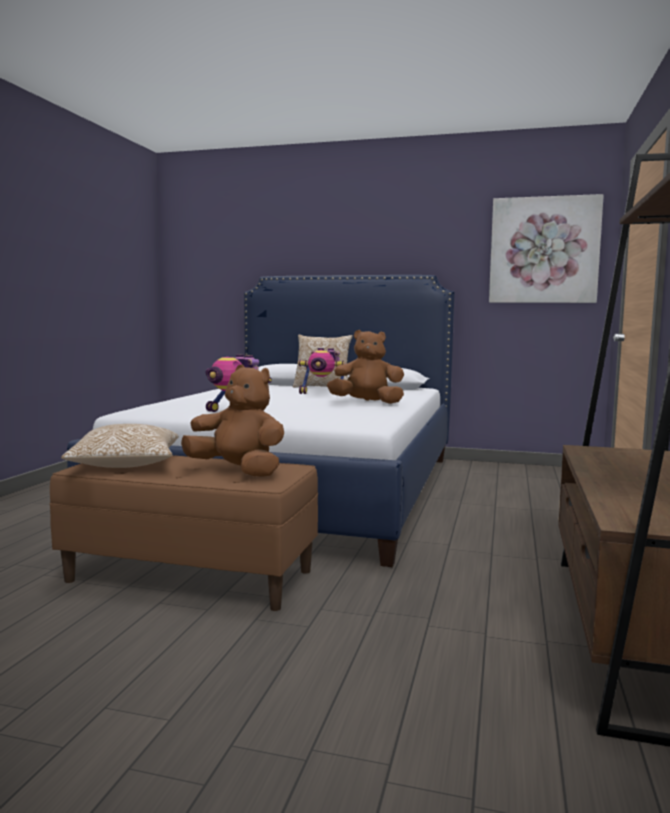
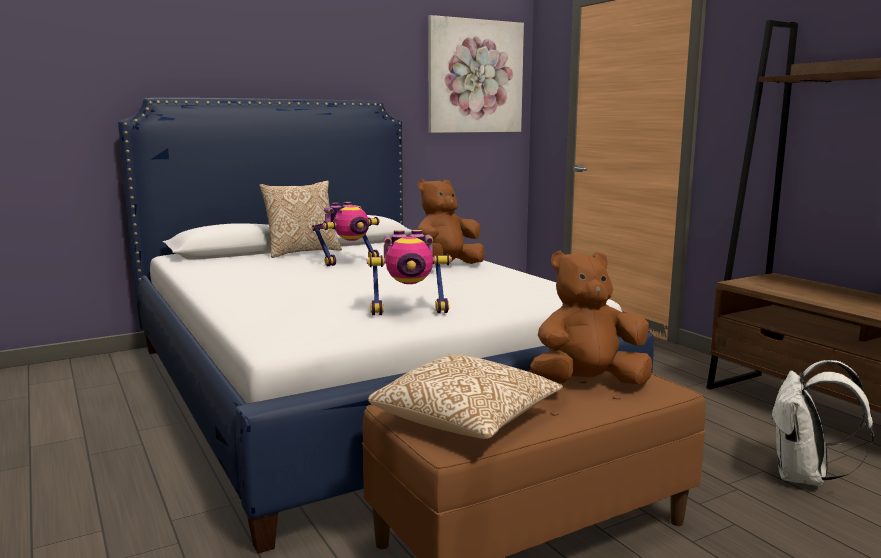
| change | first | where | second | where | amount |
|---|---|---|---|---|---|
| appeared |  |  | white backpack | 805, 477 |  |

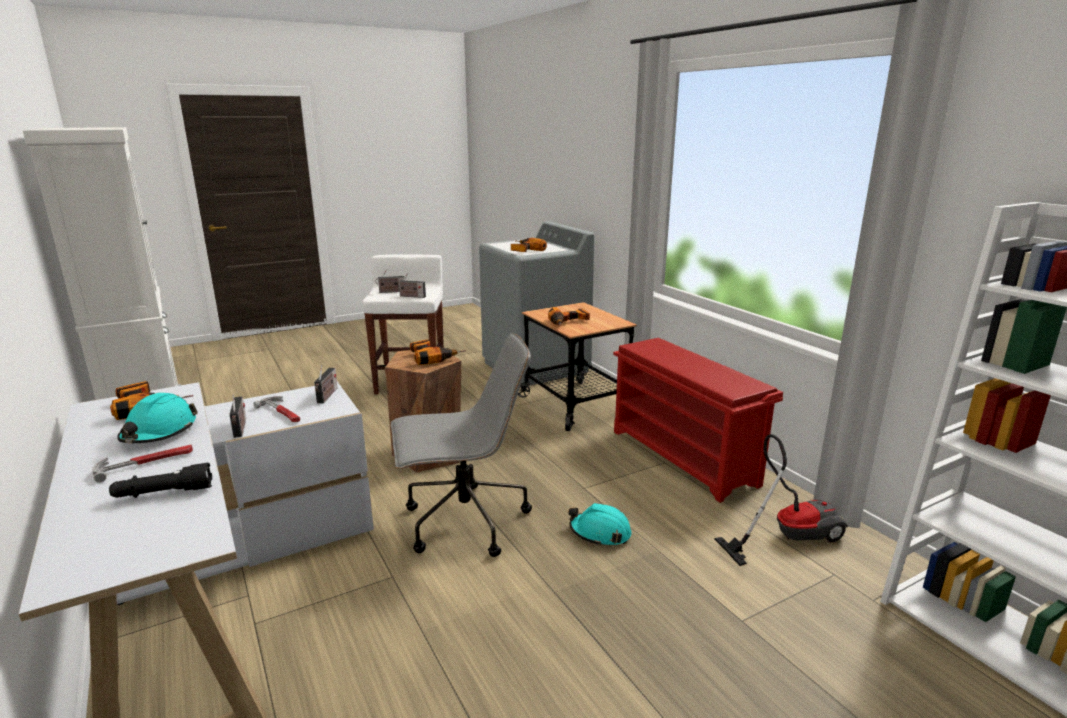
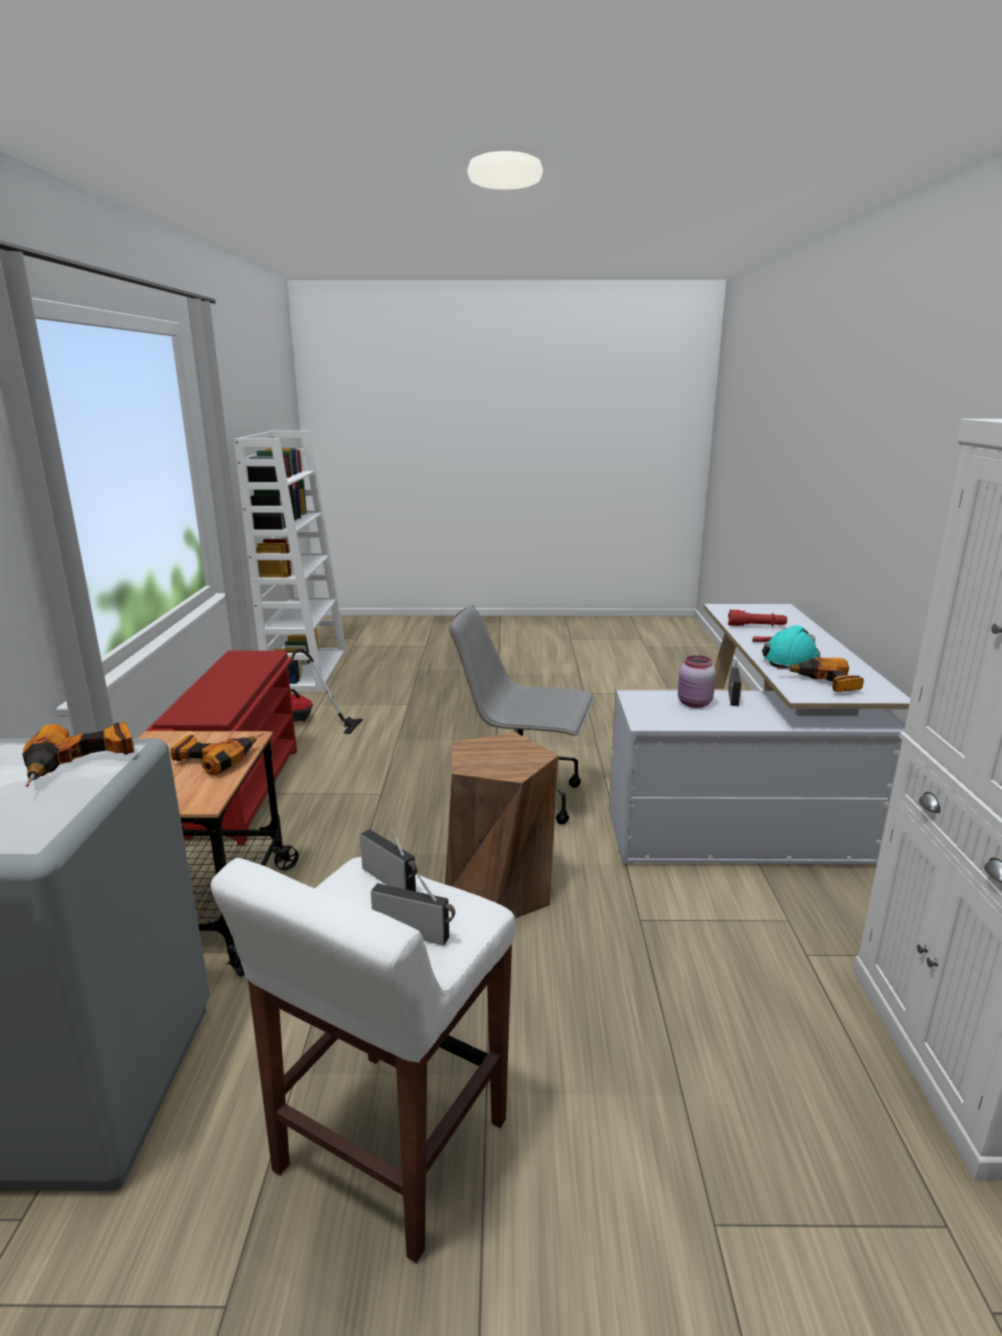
| change | first | where | second | where | amount |
|---|---|---|---|---|---|
| missing | radio | 327, 396 |  |  |  |
| missing | power drill | 433, 357 |  |  |  |
| missing | turquoise hard hat | 600, 533 |  |  |  |
| exchanged | hammer | 282, 412 | pink jar | 694, 704 |  |
| colour | black flashlight | 164, 493 | red flashlight | 756, 626 |  |

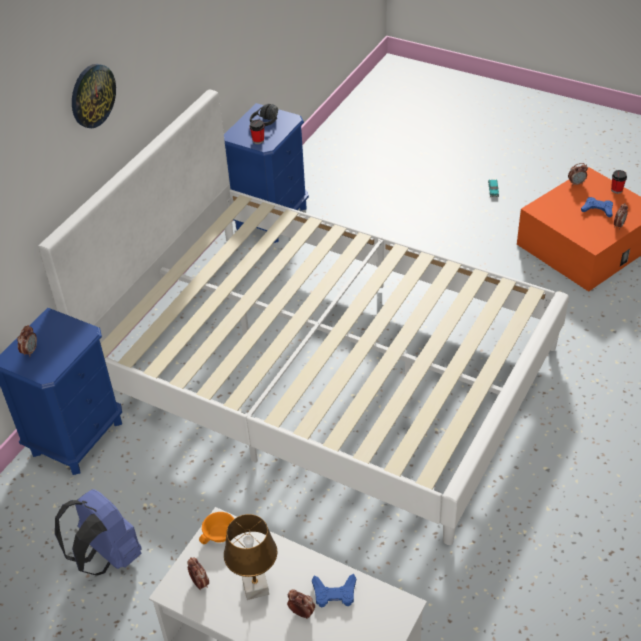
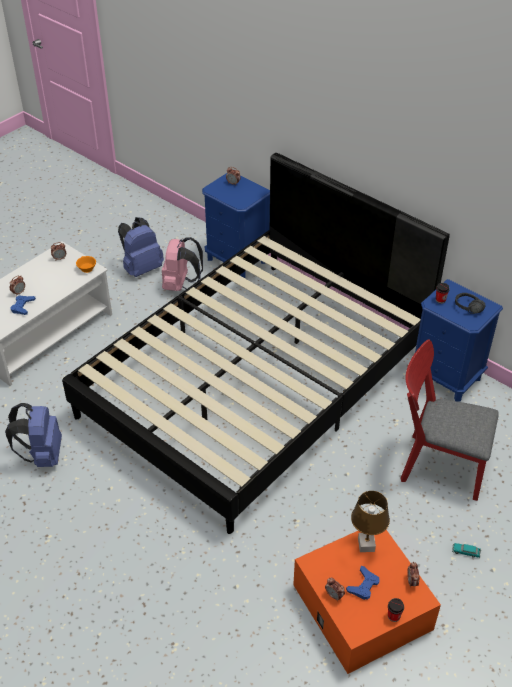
| change | first | where | second | where | amount |
|---|---|---|---|---|---|
| missing | wall clock | 92, 95 |  |  |  |
| appeared |  |  | blue backpack | 42, 455 |  |
| appeared |  |  | pink backpack | 181, 285 |  |
| appeared |  |  | red chair | 436, 465 |  |
| relocated | brown table lamp | 256, 588 |  | 366, 545 |  |
| colour | white bed | 323, 368 | black bed | 256, 381 |  |

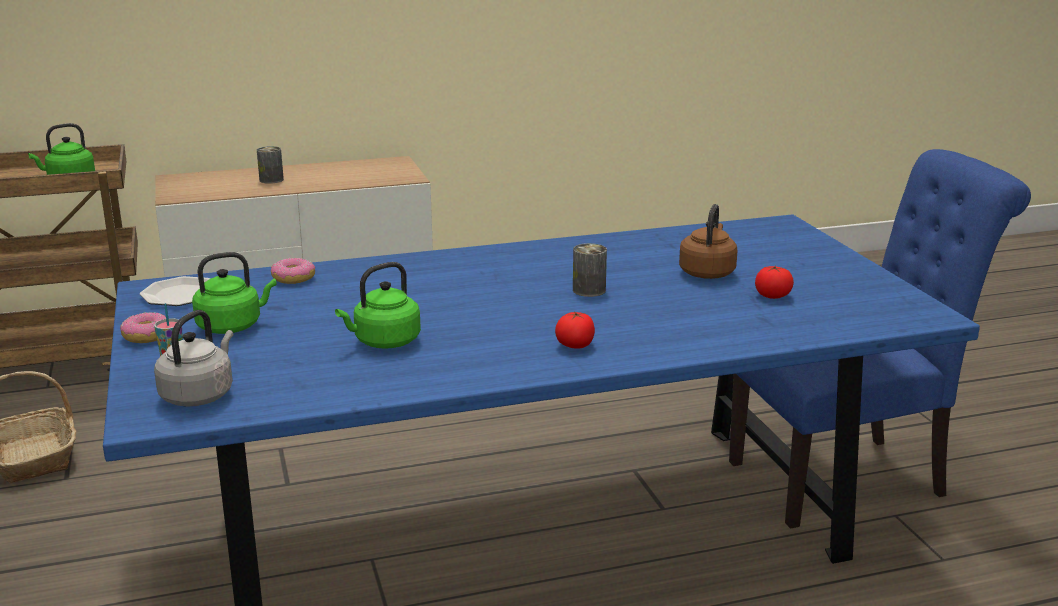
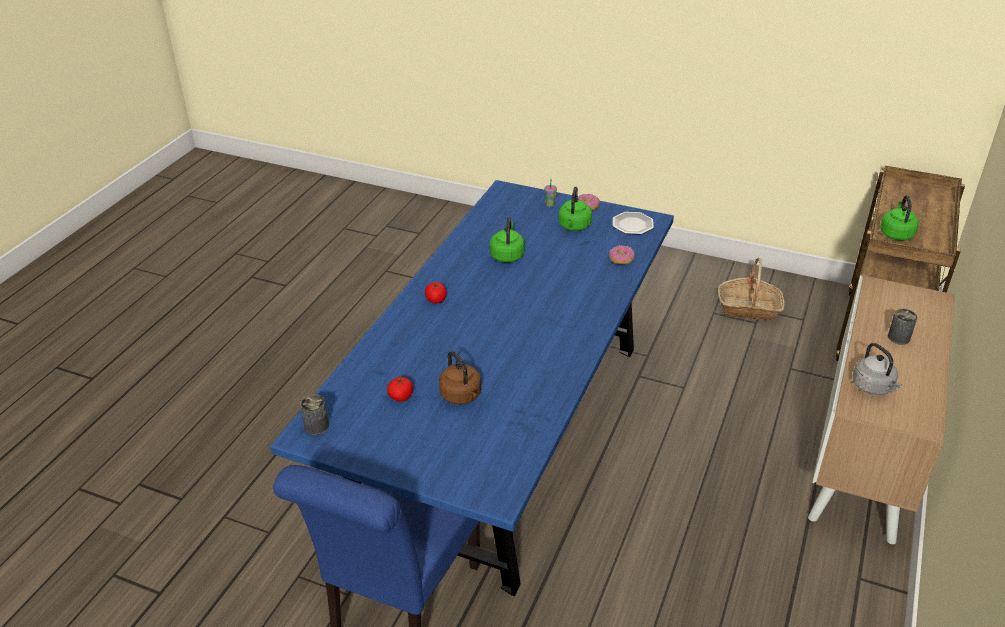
| change | first | where | second | where | amount |
|---|---|---|---|---|---|
| relocated | grey kettle | 199, 395 |  | 874, 387 |  |
| relocated | can | 589, 290 |  | 316, 426 |  |

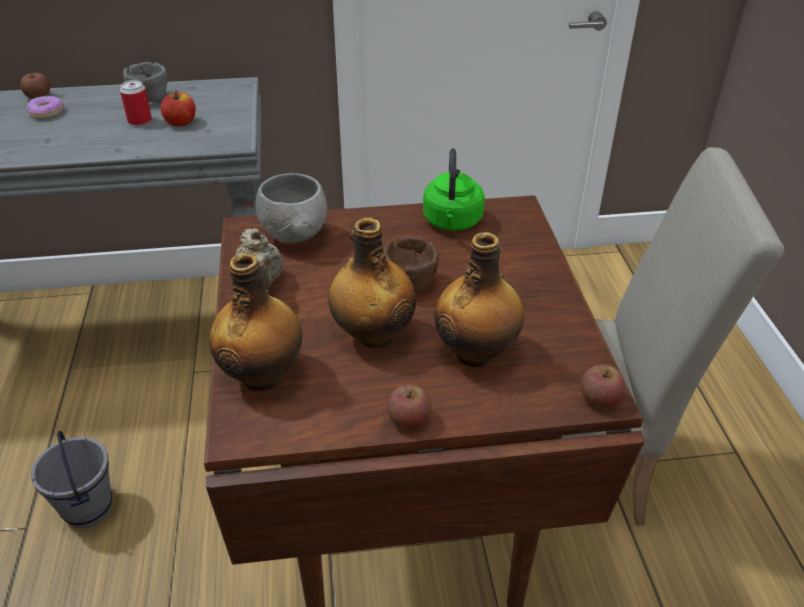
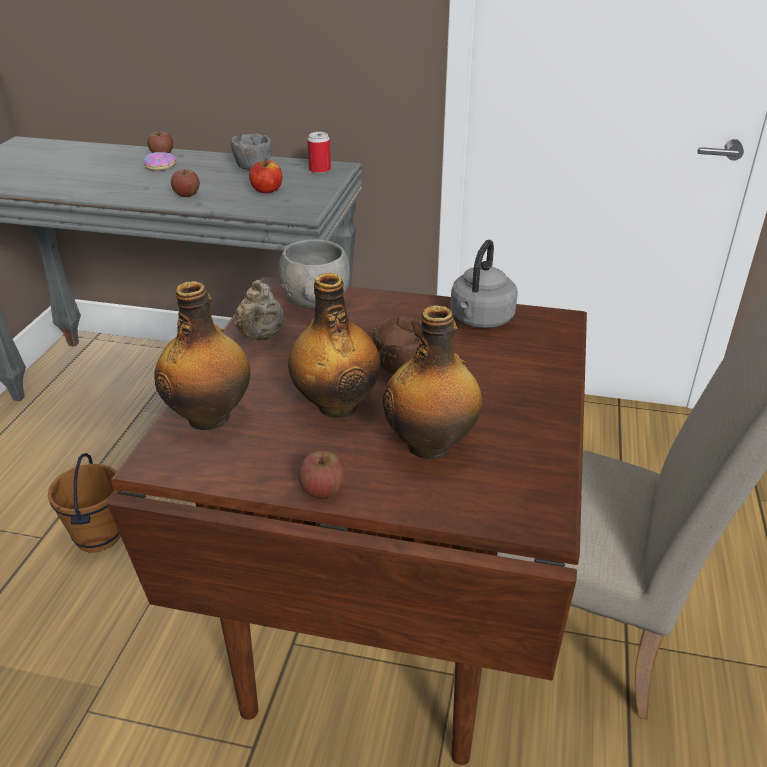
| change | first | where | second | where | amount |
|---|---|---|---|---|---|
| relocated | can | 140, 121 |  | 320, 170 |  |
| relocated | apple | 599, 398 |  | 187, 194 |  |
| colour | grey bucket | 89, 508 | brown bucket | 99, 536 |  |
| colour | green kettle | 452, 222 | grey kettle | 480, 320 |  |

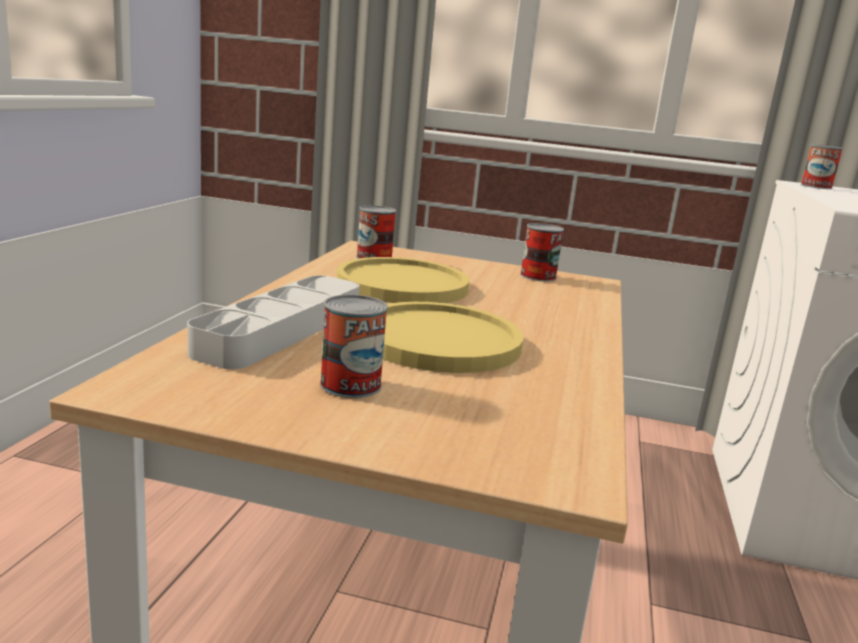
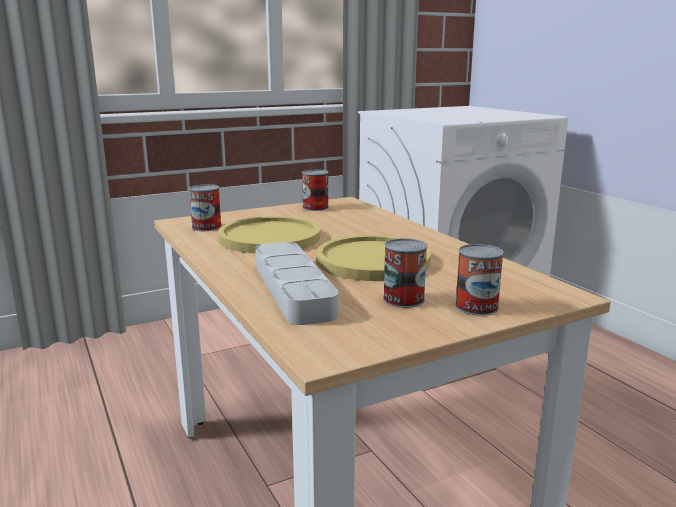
| change | first | where | second | where | amount |
|---|---|---|---|---|---|
| relocated | can | 816, 186 |  | 476, 306 |  |

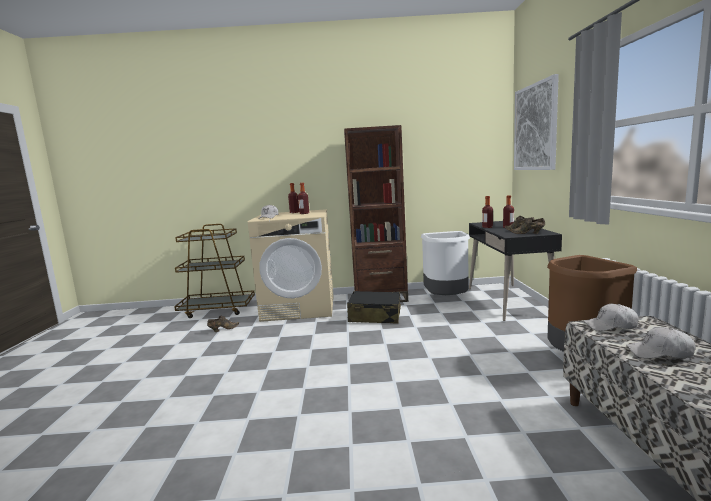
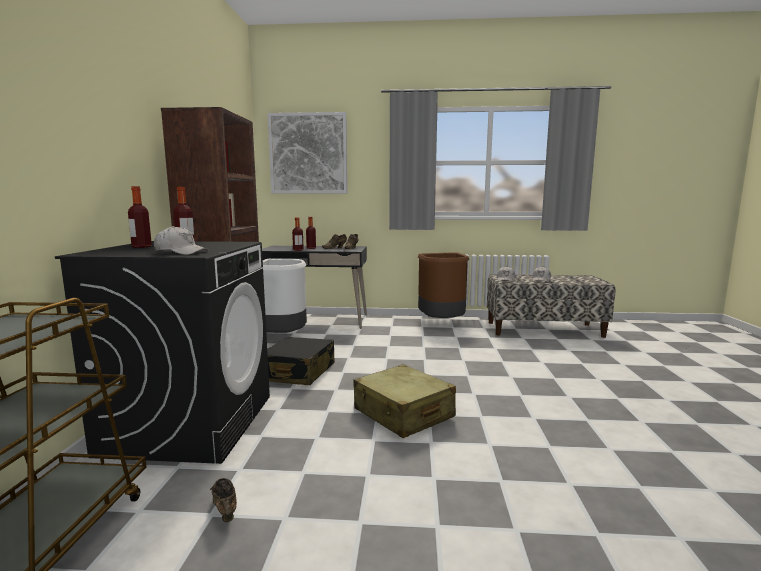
| change | first | where | second | where | amount |
|---|---|---|---|---|---|
| appeared |  |  | beige suitcase | 403, 413 |  |
| colour | beige washing machine | 299, 307 | black washing machine | 190, 423 |  |

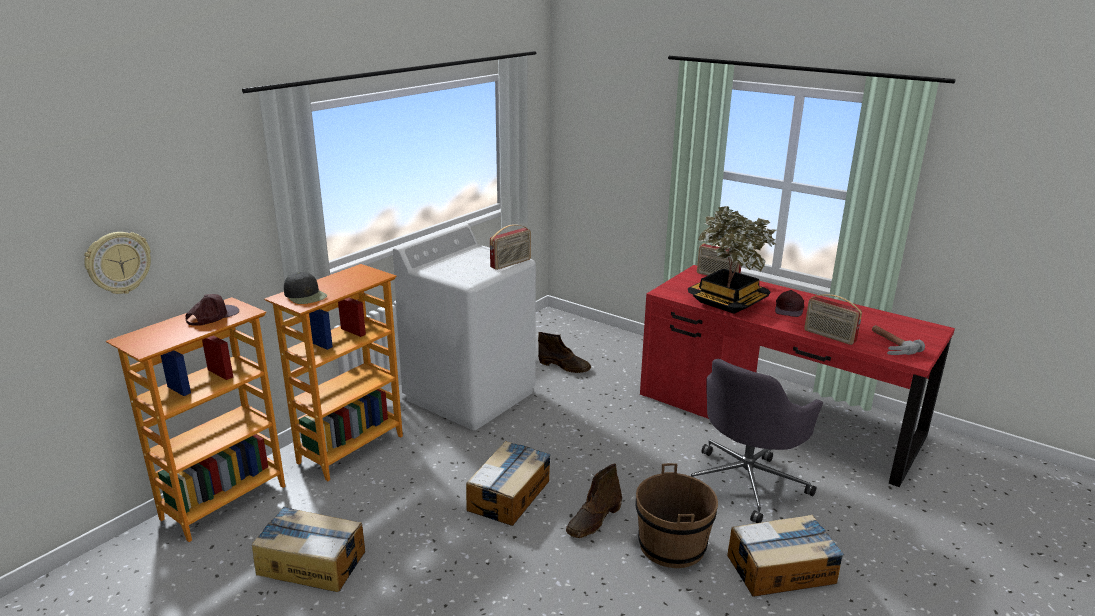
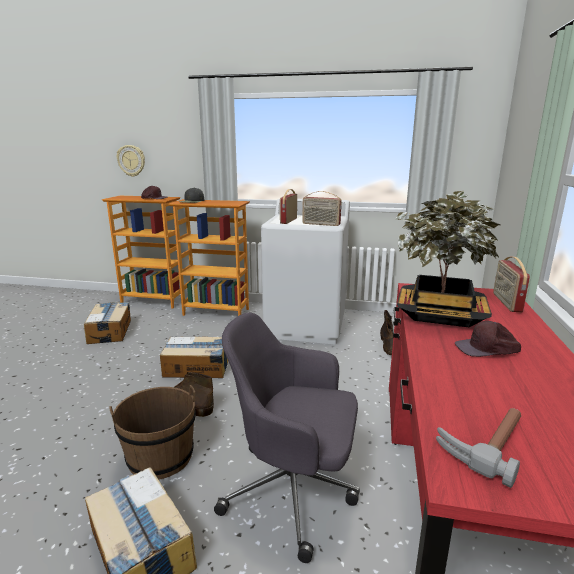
| change | first | where | second | where | amount |
|---|---|---|---|---|---|
| relocated | radio | 829, 336 |  | 288, 220 |  |

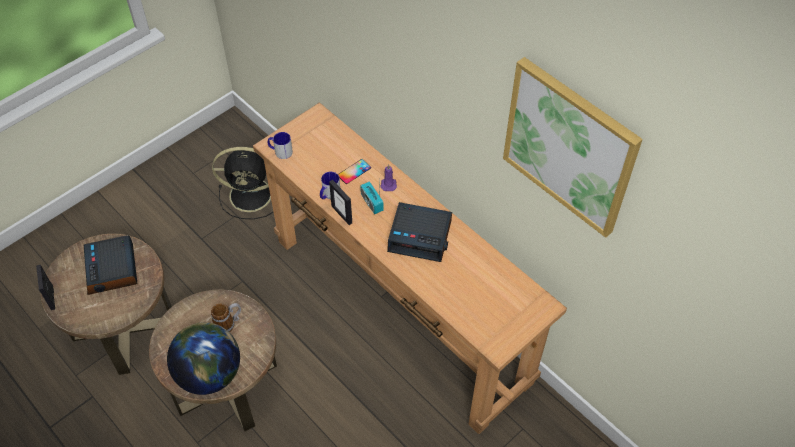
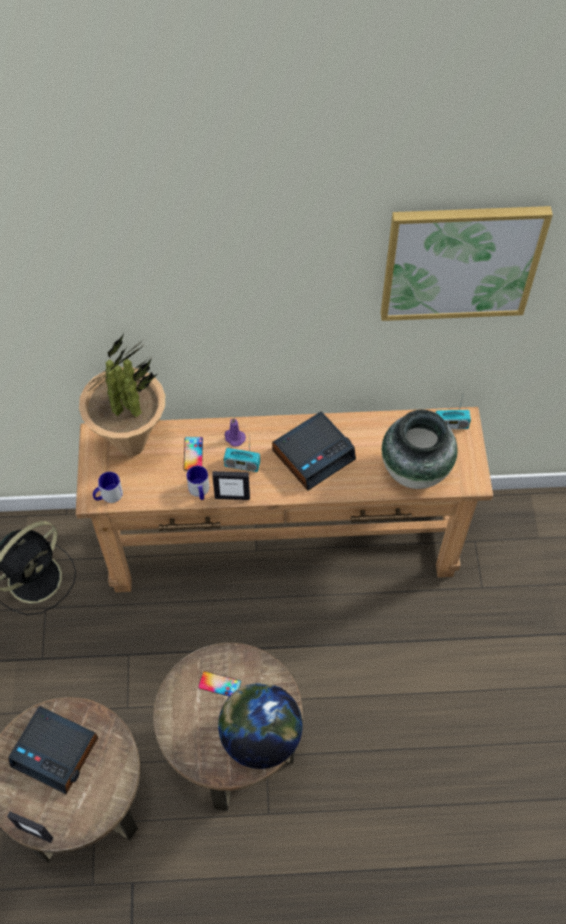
| change | first | where | second | where | amount |
|---|---|---|---|---|---|
| appeared |  |  | potted plant | 132, 444 |  |
| appeared |  |  | vase | 414, 471 |  |
| appeared |  |  | radio | 451, 425 |  |
| exchanged | mug | 228, 323 | phone | 219, 684 |  |

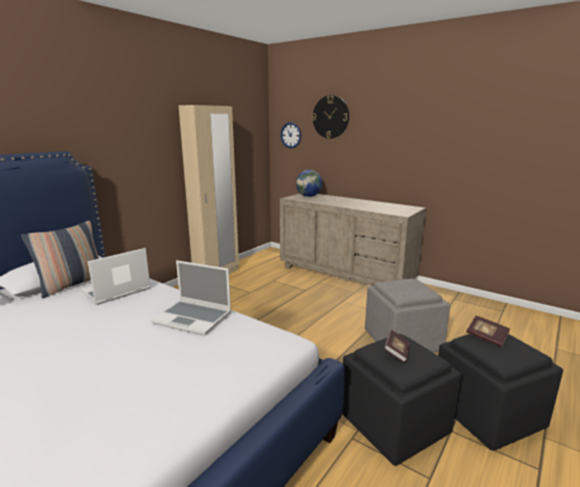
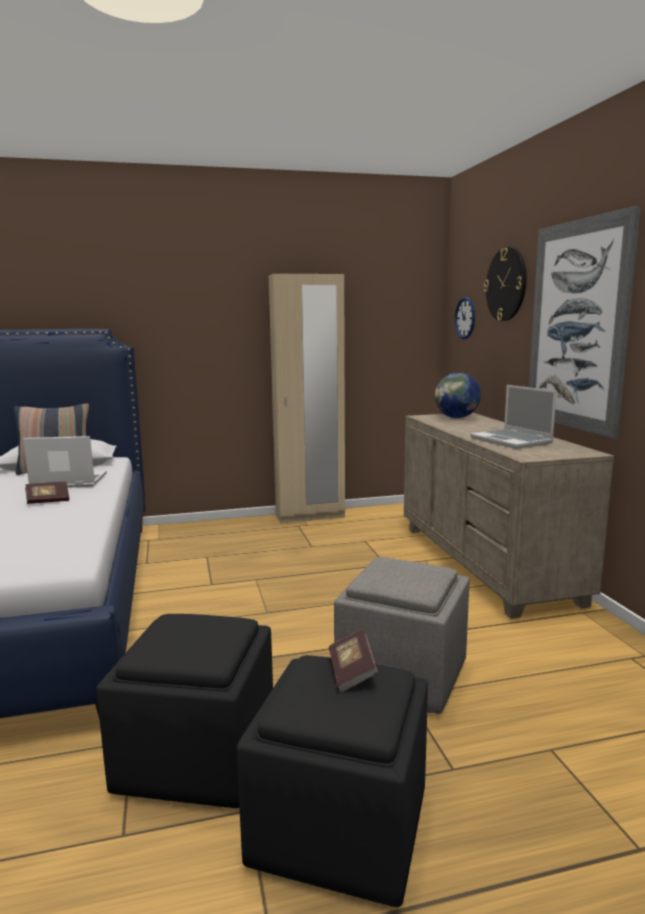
| change | first | where | second | where | amount |
|---|---|---|---|---|---|
| appeared |  |  | picture | 577, 326 |  |
| relocated | laptop | 194, 318 |  | 512, 441 |  |
| relocated | book | 396, 352 |  | 48, 501 |  |

